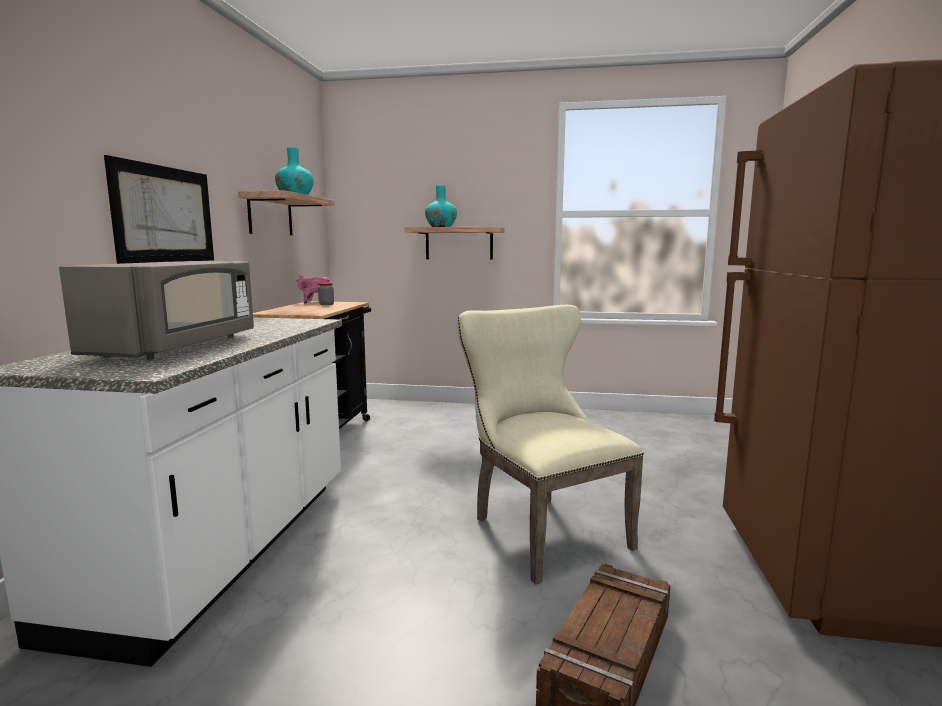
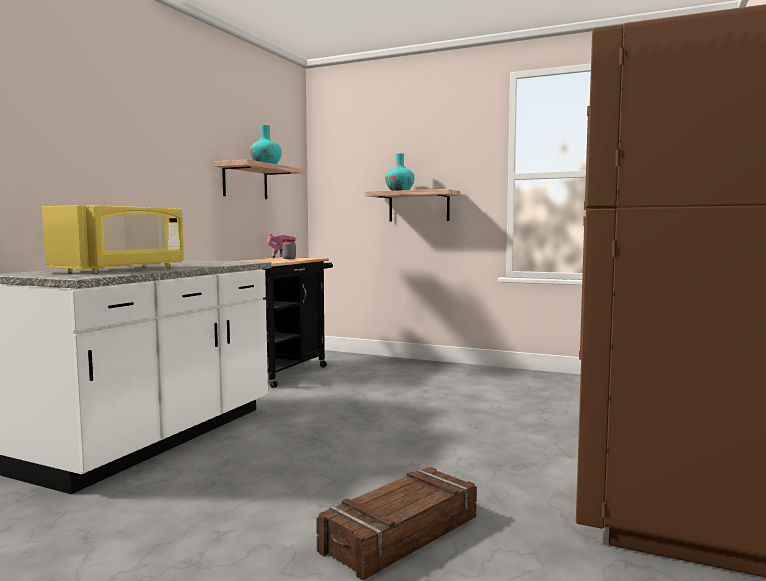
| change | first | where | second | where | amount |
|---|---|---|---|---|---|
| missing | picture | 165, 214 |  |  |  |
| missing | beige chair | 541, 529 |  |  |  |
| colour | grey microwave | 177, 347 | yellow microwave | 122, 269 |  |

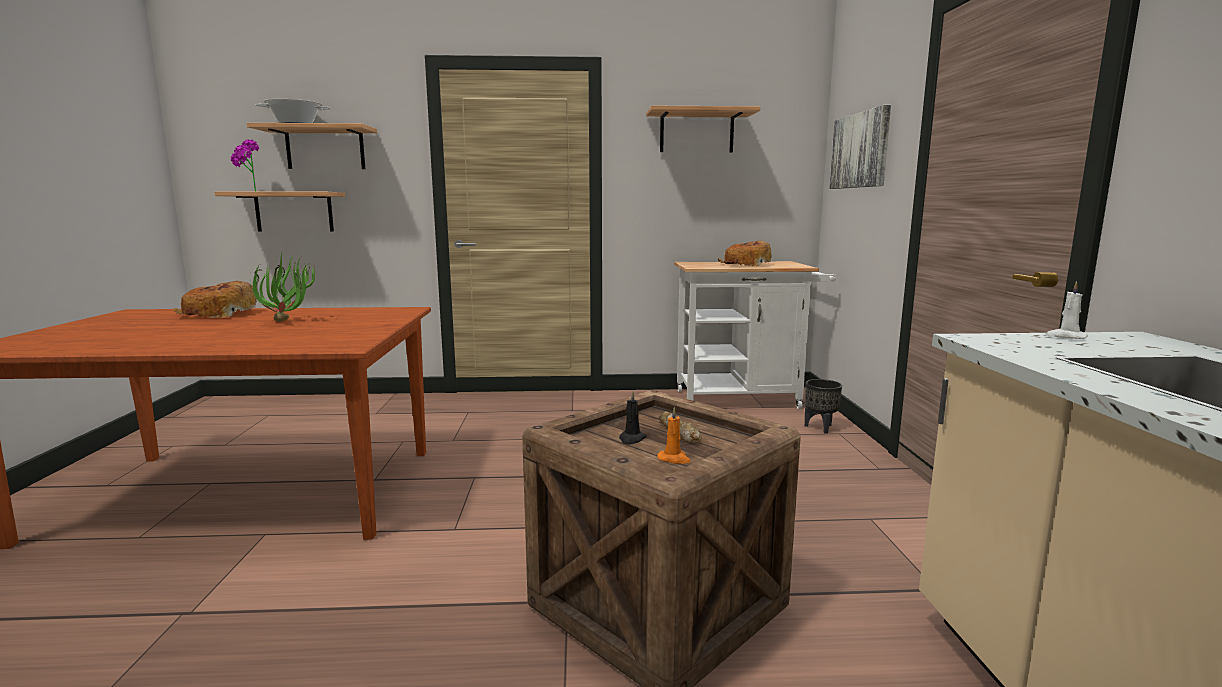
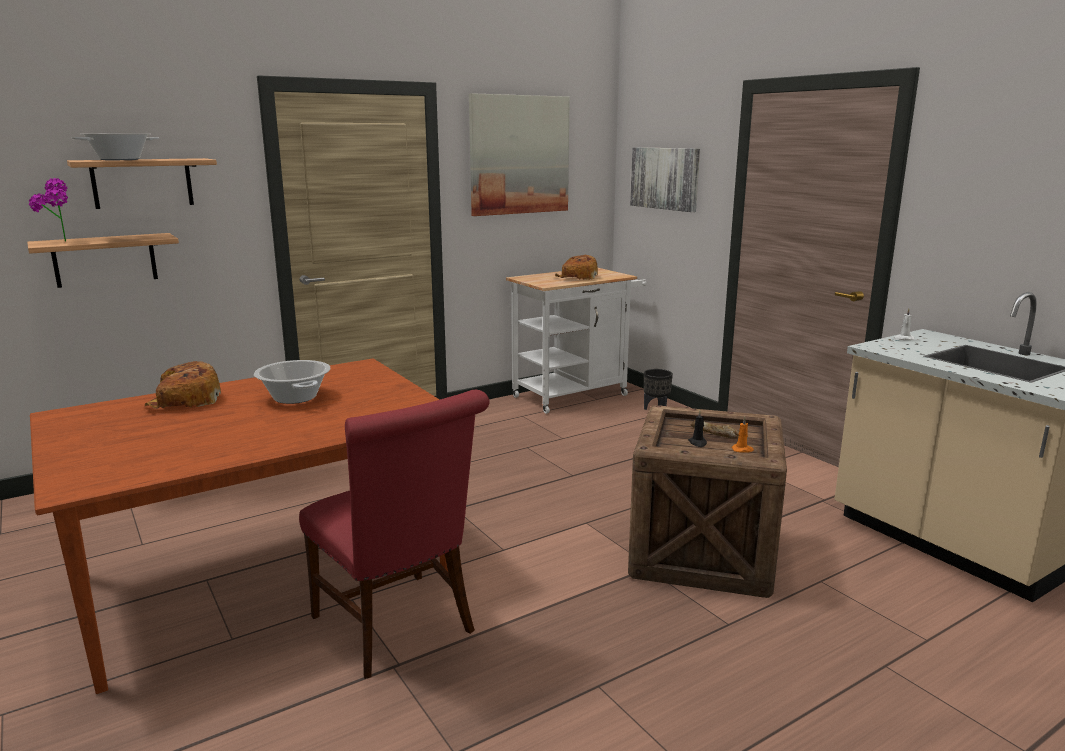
| change | first | where | second | where | amount |
|---|---|---|---|---|---|
| appeared |  |  | red chair | 398, 628 |  |
| exchanged | potted plant | 289, 322 | cooking pot | 295, 397 |  |
| exchanged | shelf | 696, 132 | picture | 519, 155 |  |

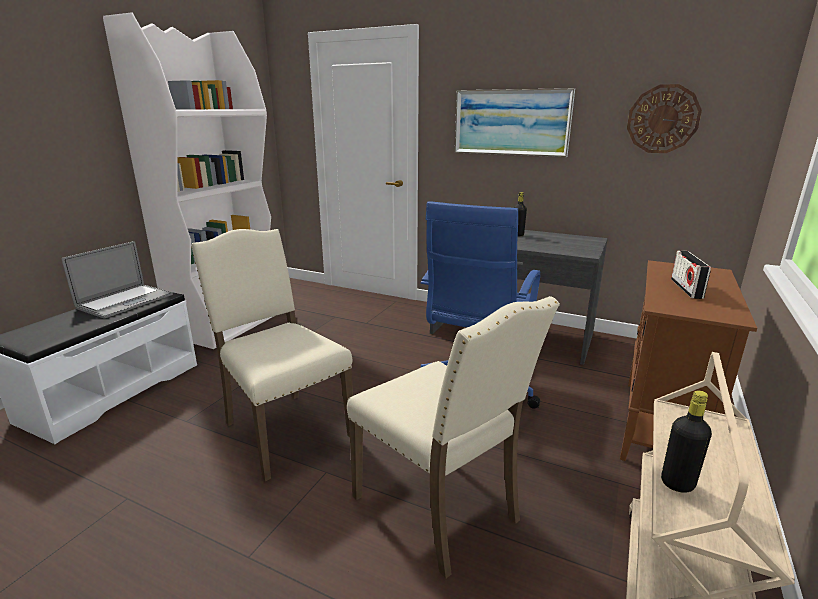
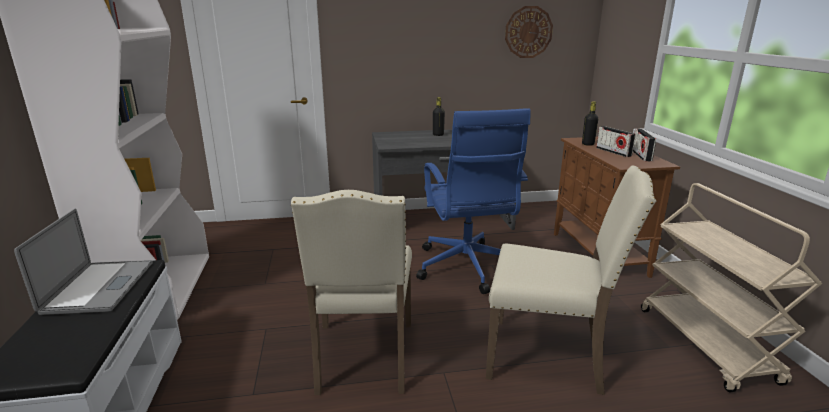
| change | first | where | second | where | amount |
|---|---|---|---|---|---|
| missing | picture | 511, 122 |  |  |  |
| appeared |  |  | radio | 641, 155 |  |
| relocated | black bottle | 677, 483 |  | 588, 144 |  |
| spun | beige chair | 284, 429 |  | 363, 358 | 105 degrees counterclockwise |

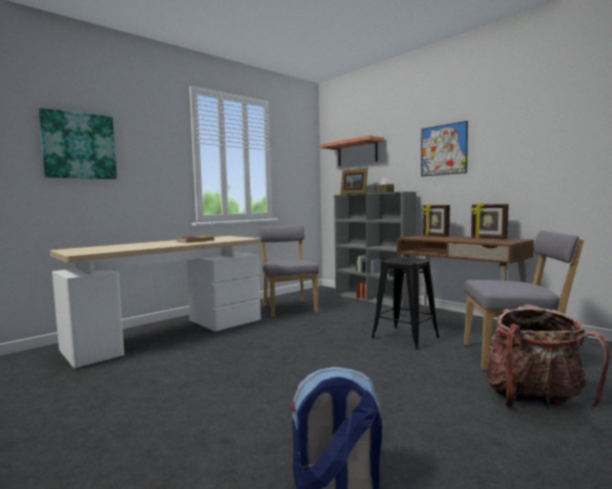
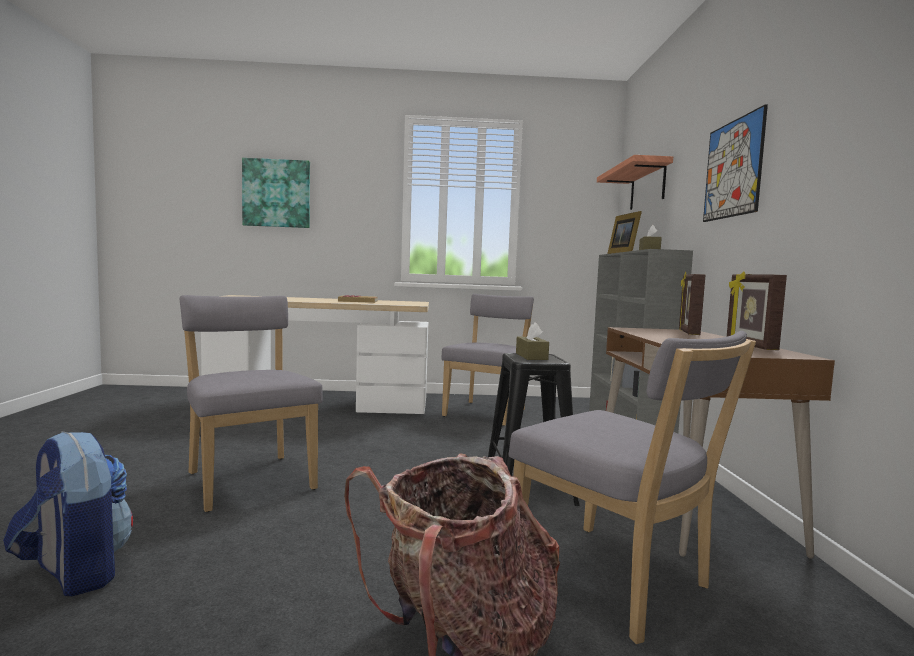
| change | first | where | second | where | amount |
|---|---|---|---|---|---|
| appeared |  |  | grey chair | 249, 479 |  |
| appeared |  |  | brown tissue box | 531, 356 |  |

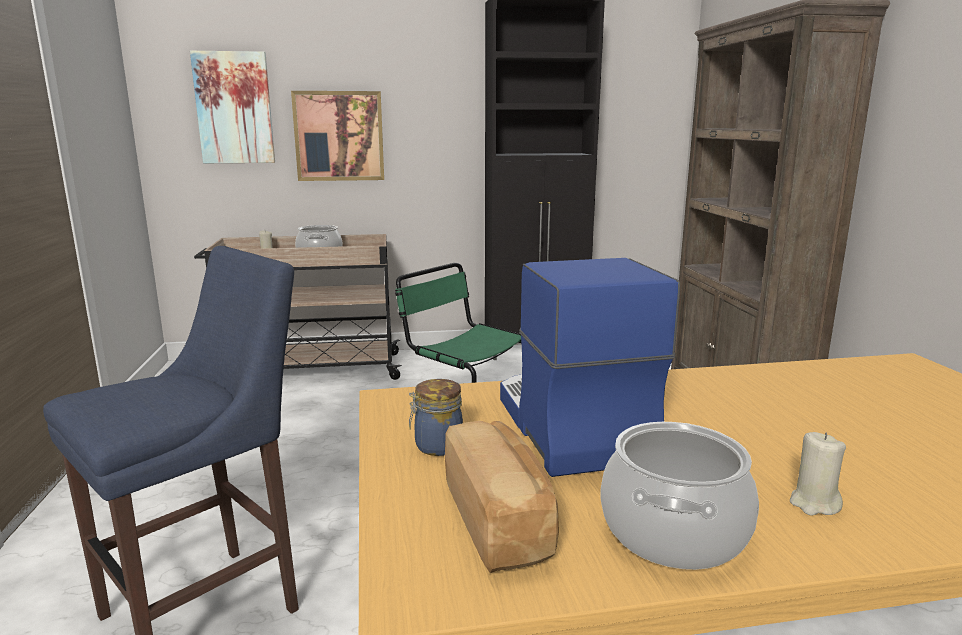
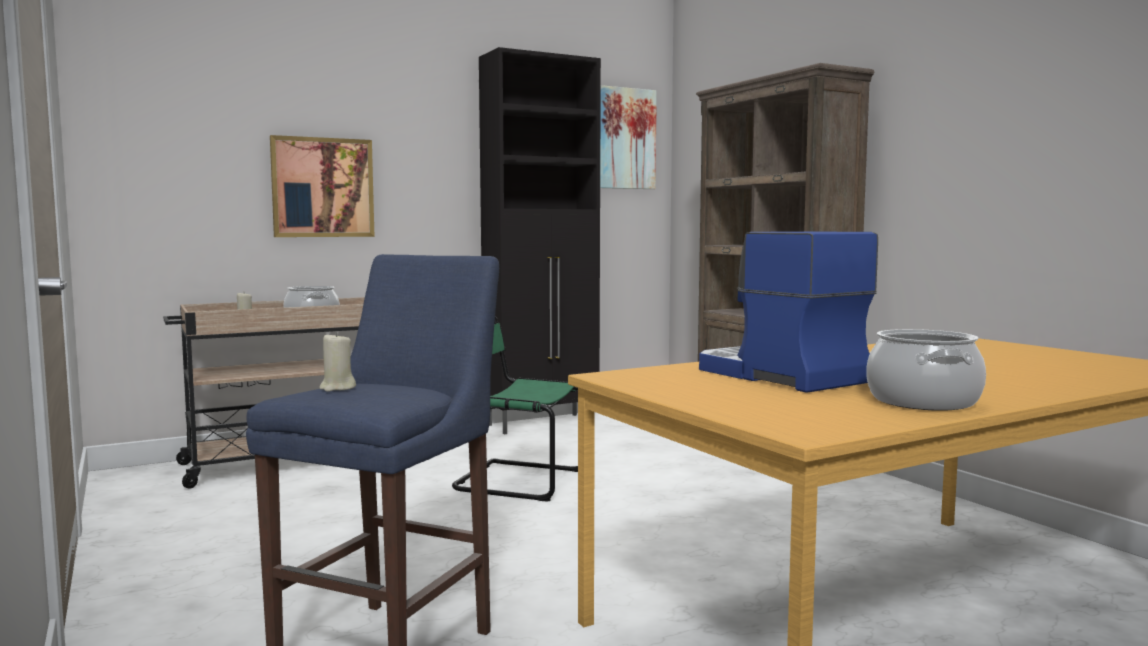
| change | first | where | second | where | amount |
|---|---|---|---|---|---|
| missing | jar | 436, 446 |  |  |  |
| missing | bread | 499, 520 |  |  |  |
| relocated | picture | 234, 108 |  | 625, 139 |  |
| relocated | beige candle | 814, 504 |  | 337, 388 |  |

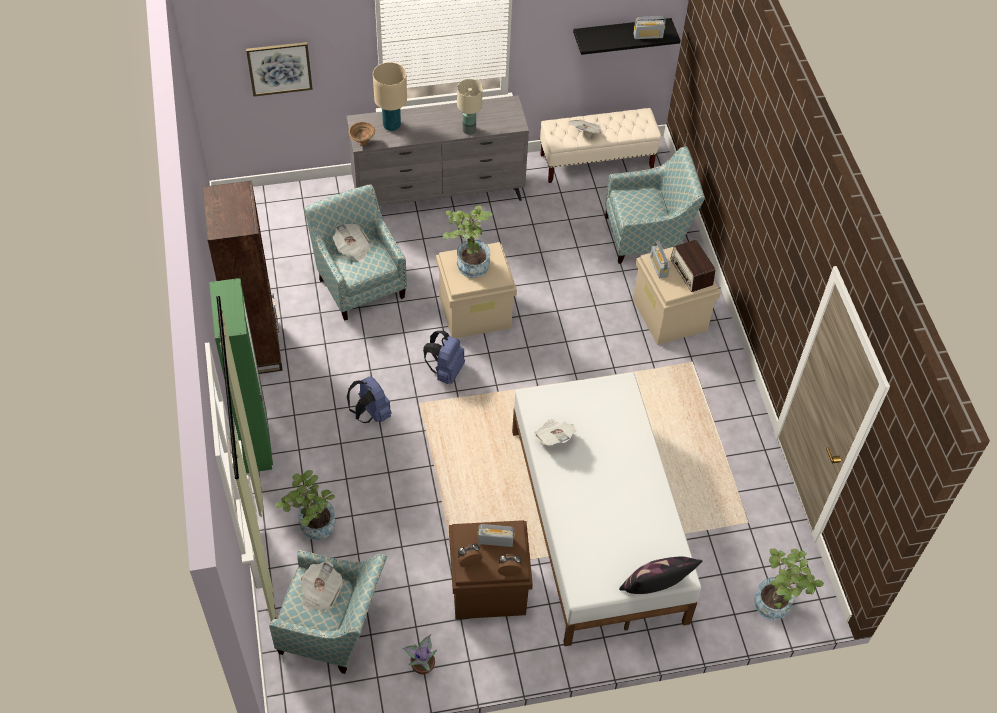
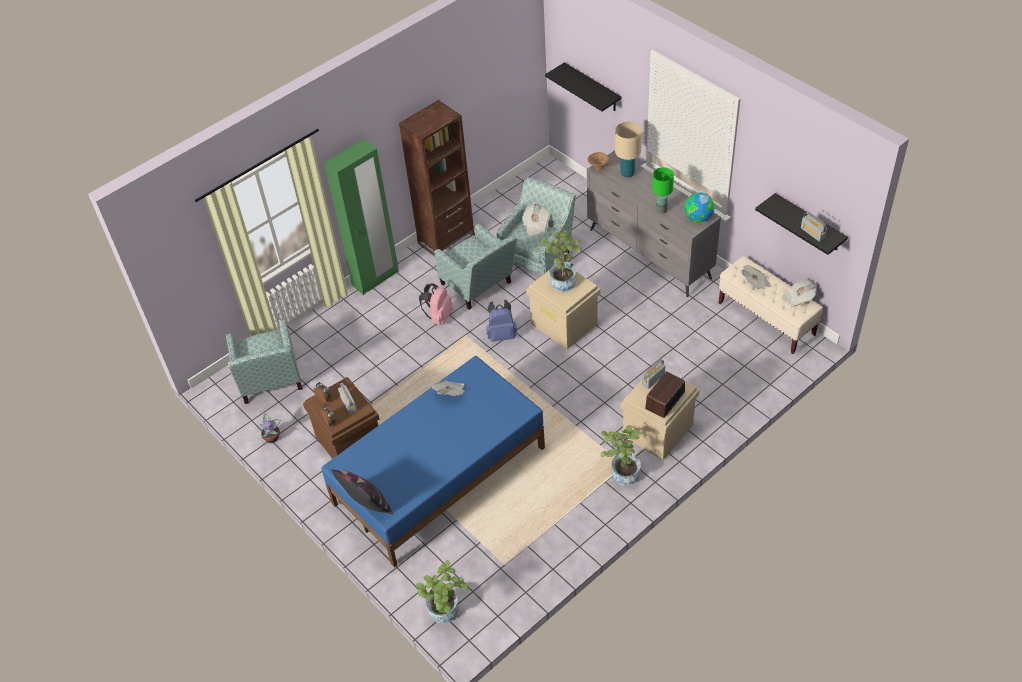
| change | first | where | second | where | amount |
|---|---|---|---|---|---|
| appeared |  |  | globe | 698, 218 |  |
| relocated | potted plant | 313, 528 |  | 621, 473 |  |
| relocated | newspaper | 320, 593 |  | 798, 298 |  |
| relocated | armchair | 647, 236 |  | 479, 287 |  |
| exchanged | picture | 279, 68 | black shelf | 592, 88 |  |
| colour | blue backpack | 371, 413 | pink backpack | 439, 317 |  |
| colour | beige table lamp | 468, 130 | green table lamp | 661, 209 |  |
| colour | white bed | 596, 524 | blue bed | 438, 475 |  |

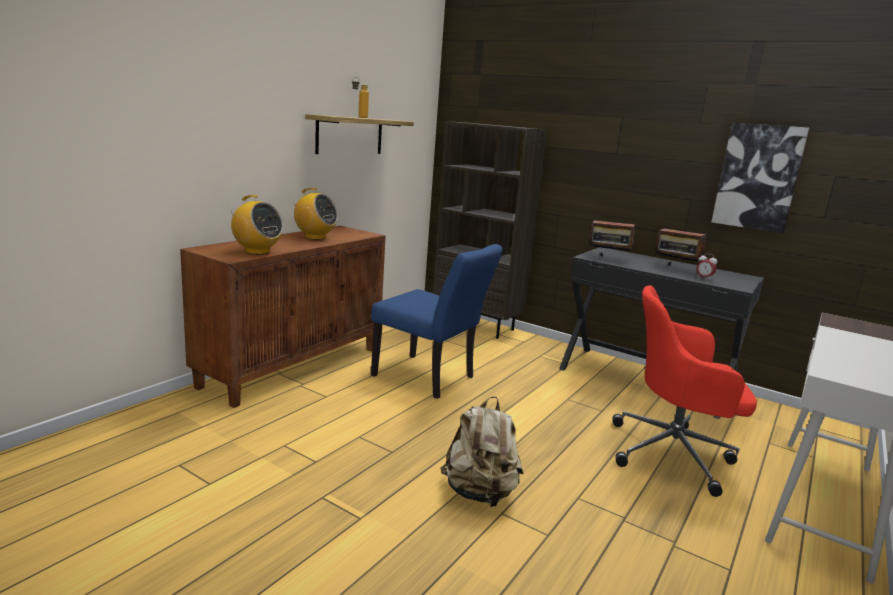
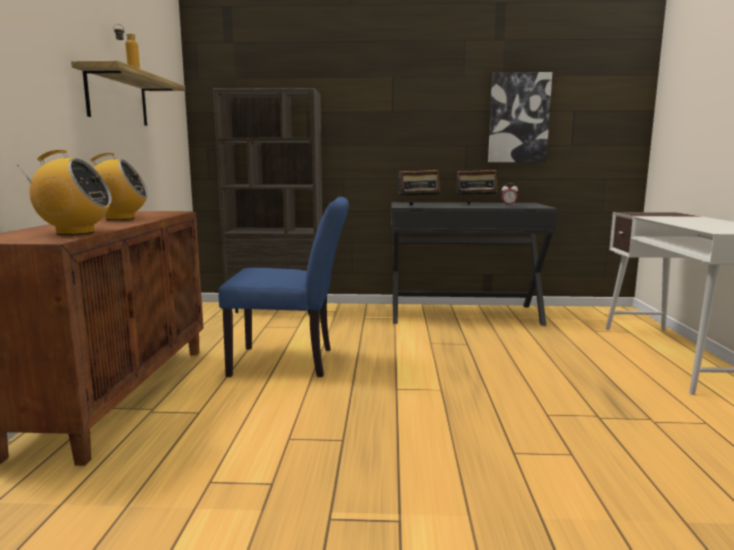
| change | first | where | second | where | amount |
|---|---|---|---|---|---|
| missing | beige backpack | 480, 493 |  |  |  |
| missing | red office chair | 673, 454 |  |  |  |

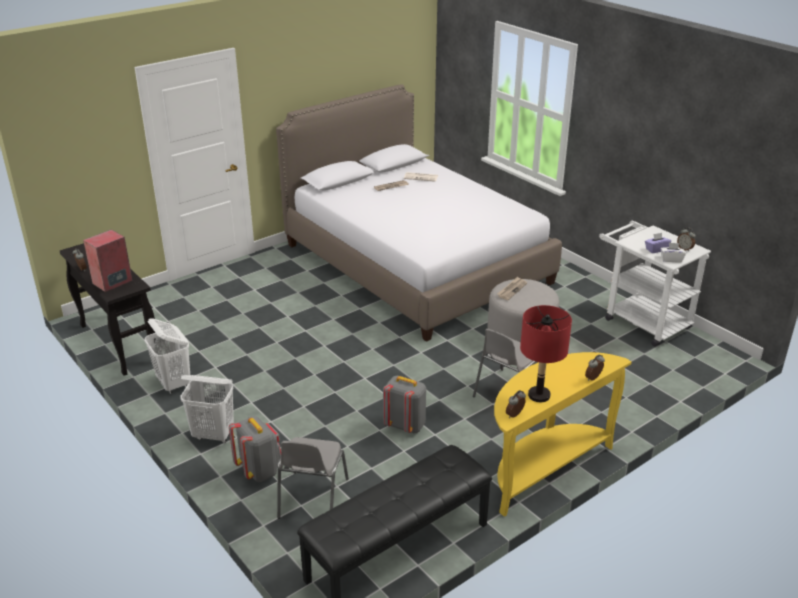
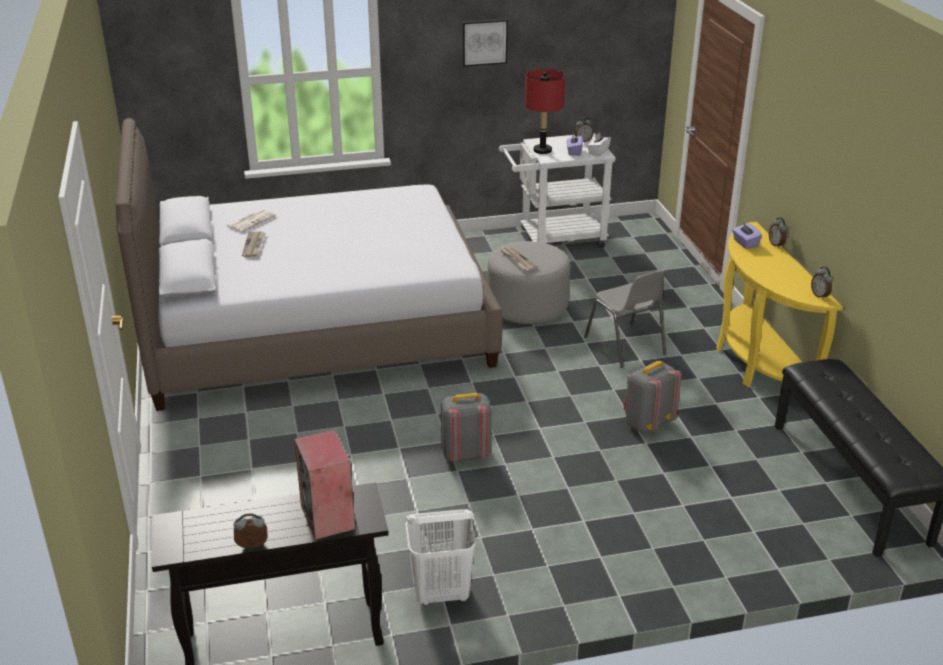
| change | first | where | second | where | amount |
|---|---|---|---|---|---|
| missing | white laundry basket | 214, 435 |  |  |  |
| missing | grey chair | 312, 499 |  |  |  |
| appeared |  |  | picture | 484, 42 |  |
| appeared |  |  | purple tissue box | 745, 243 |  |
| relocated | grey backpack | 259, 470 |  | 465, 455 |  |
| relocated | red table lamp | 539, 395 |  | 542, 150 |  |

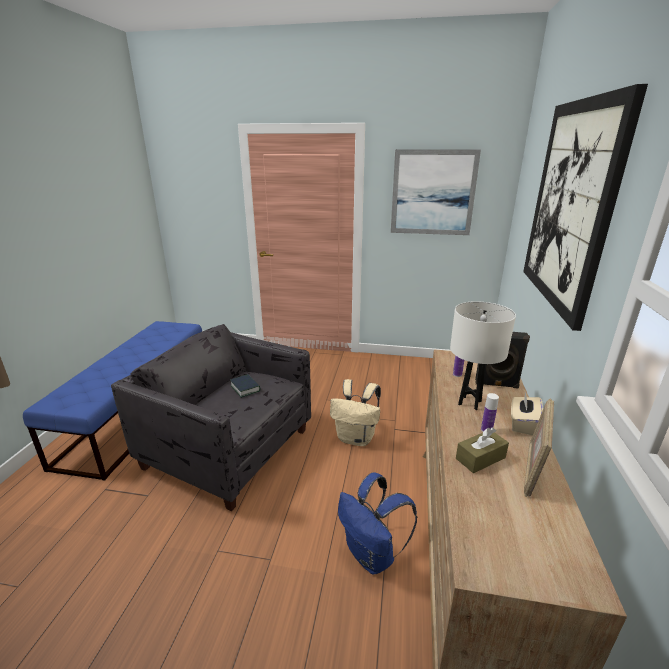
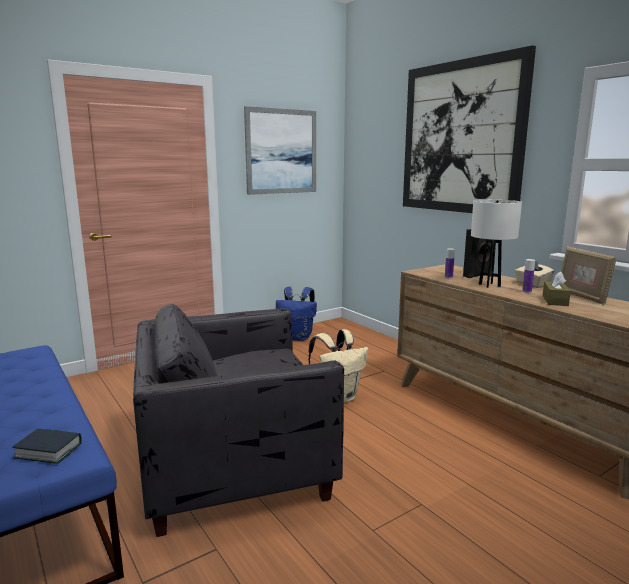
| change | first | where | second | where | amount |
|---|---|---|---|---|---|
| relocated | book | 245, 388 |  | 48, 451 |  |
| relocated | blue backpack | 372, 555 |  | 297, 337 |  |

